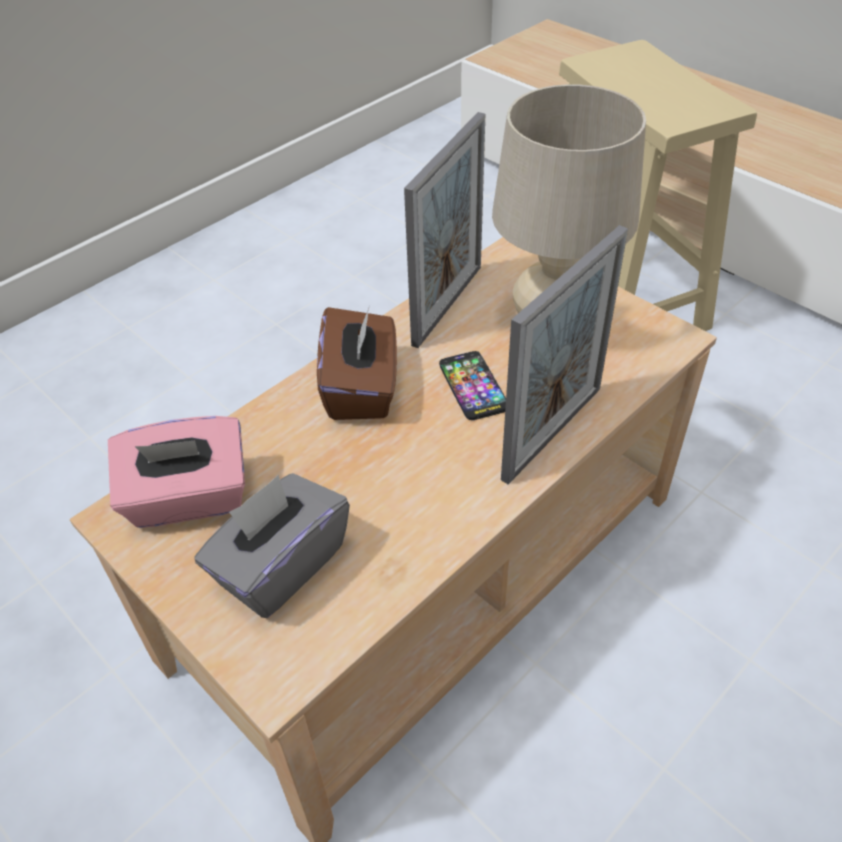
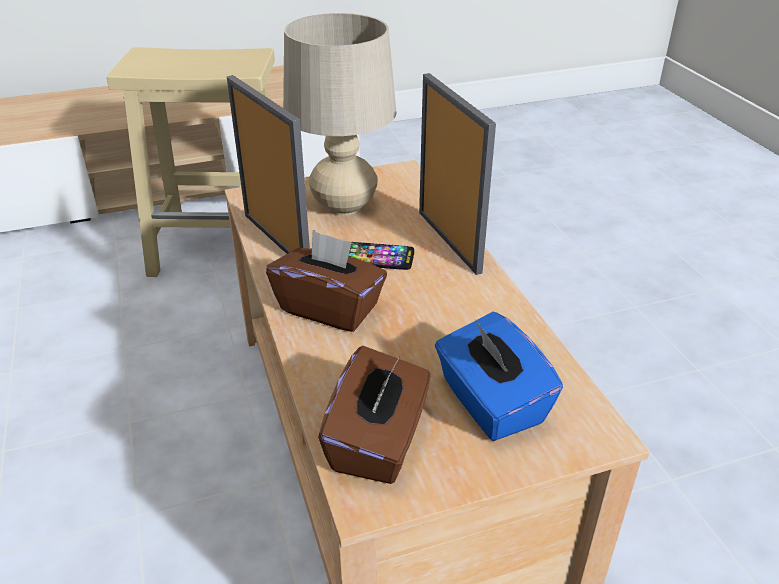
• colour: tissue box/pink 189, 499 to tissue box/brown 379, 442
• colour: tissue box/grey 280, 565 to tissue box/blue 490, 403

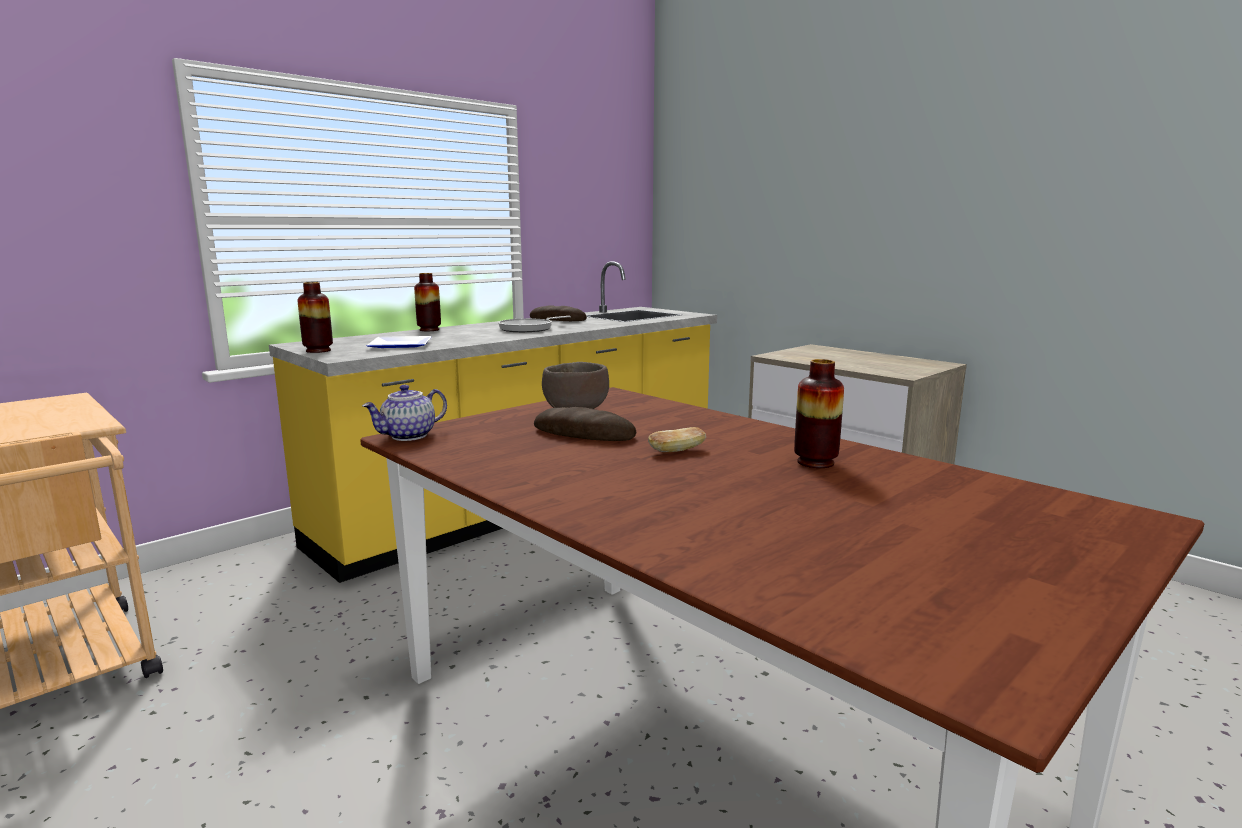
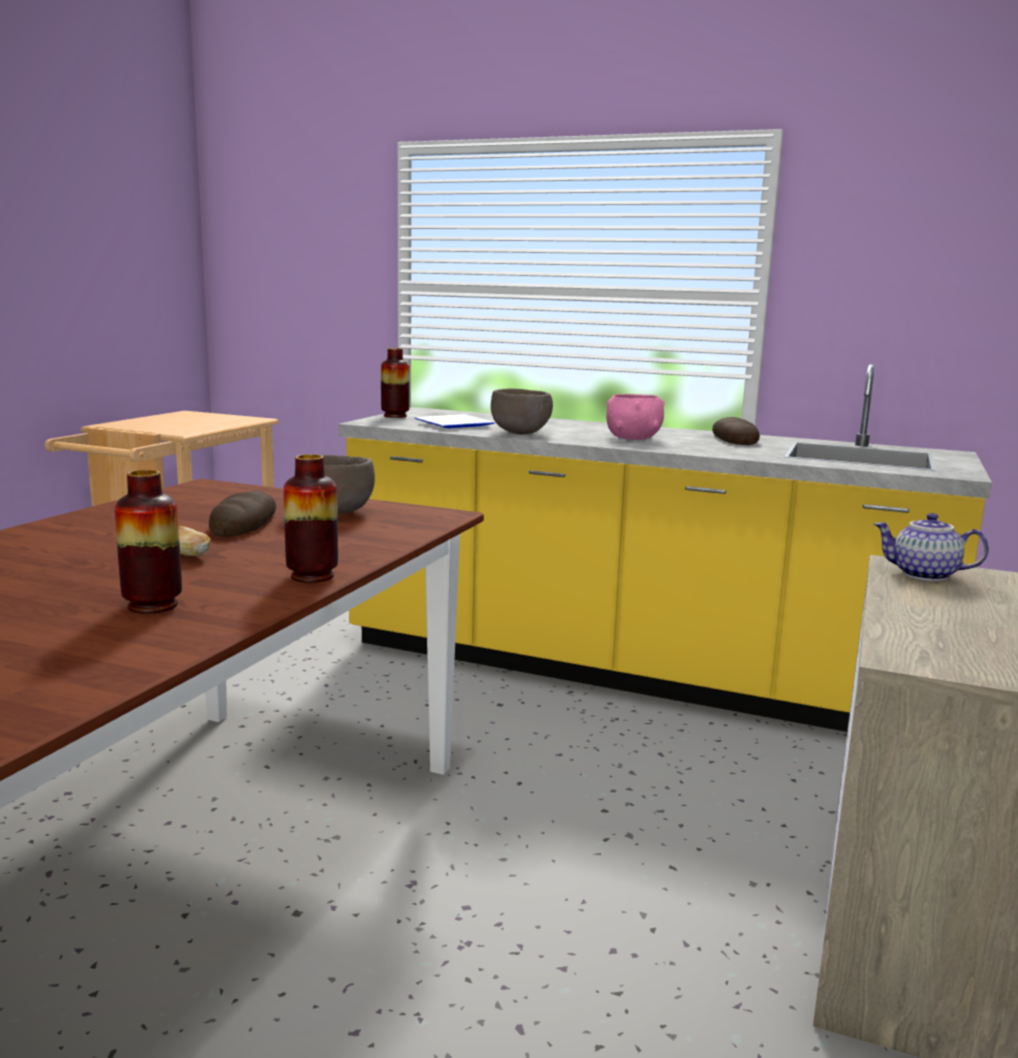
• relocated: vase 429, 330 to 312, 576
• exchanged: frying pan 529, 328 to bowl/pink 633, 438
• relocated: teapot 409, 436 to 923, 575
• appeared: bowl/brown 520, 433

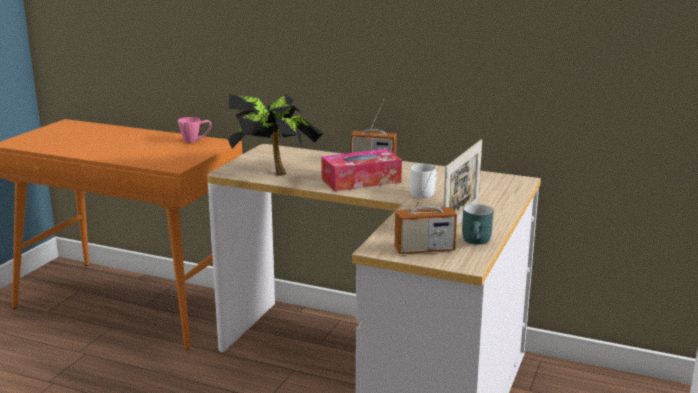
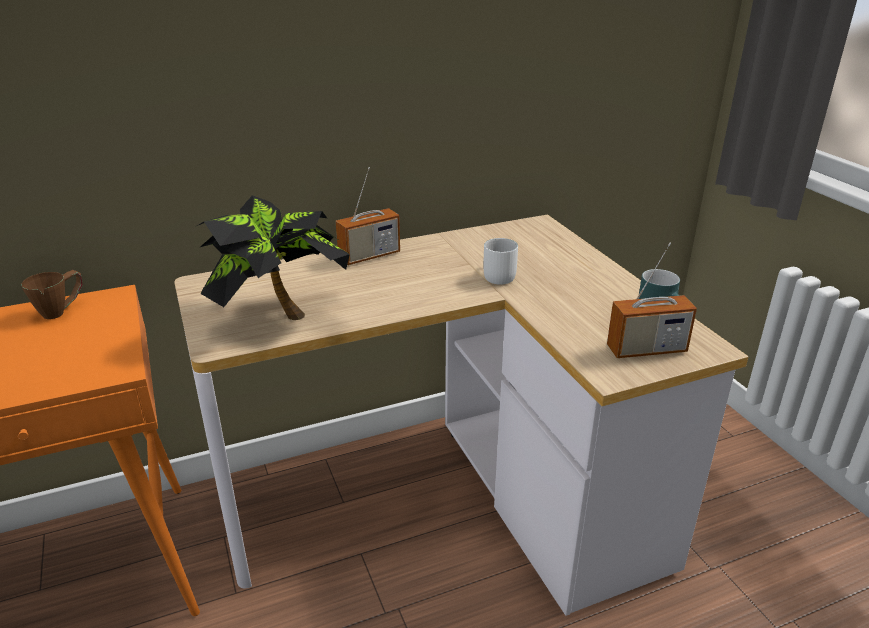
• colour: mug/pink 196, 141 to mug/brown 61, 310
• missing: picture frame 461, 220
• missing: tissue box 361, 181
• spun: radio 424, 249 = 646, 350 45 degrees clockwise

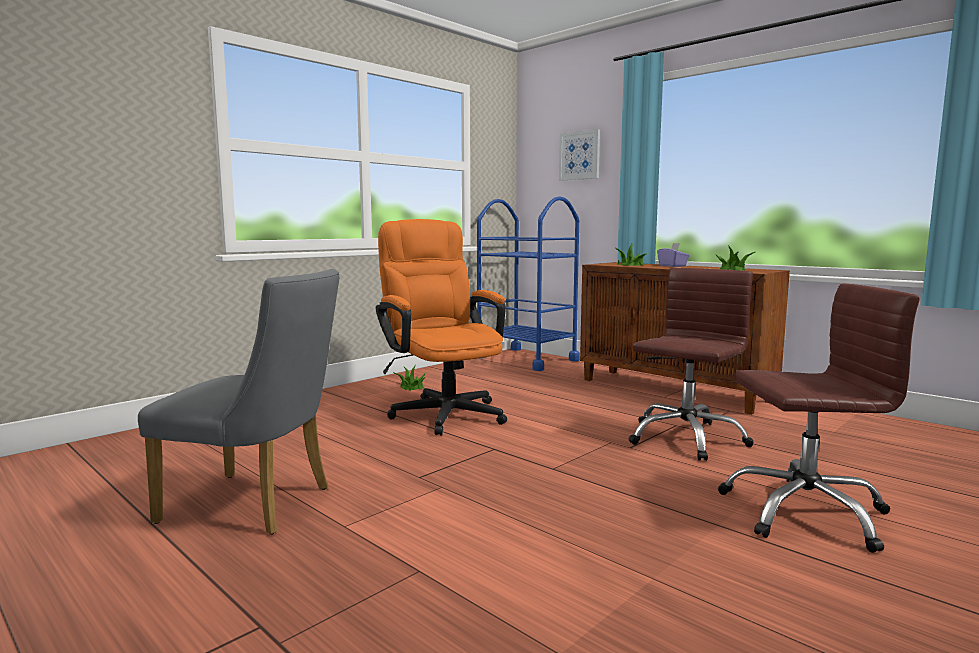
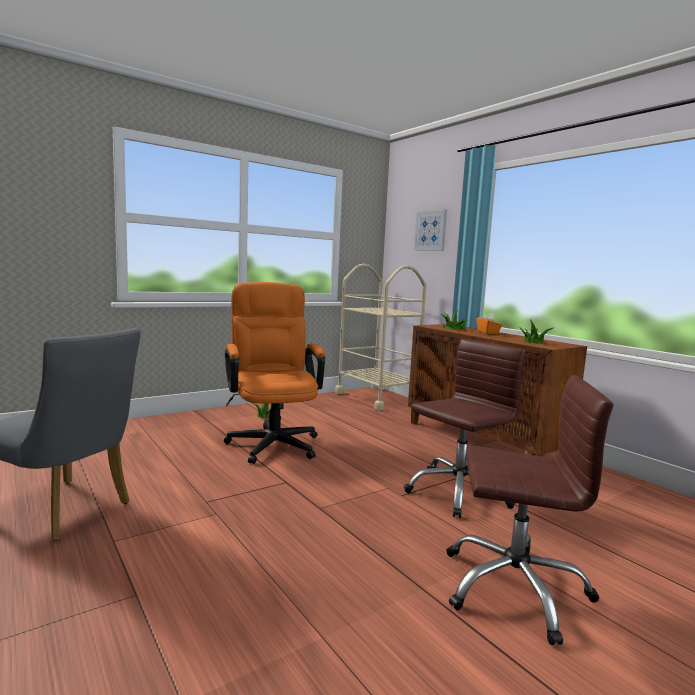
• colour: cart/blue 526, 359 to cart/beige 376, 398
• colour: tissue box/purple 672, 266 to tissue box/orange 488, 333

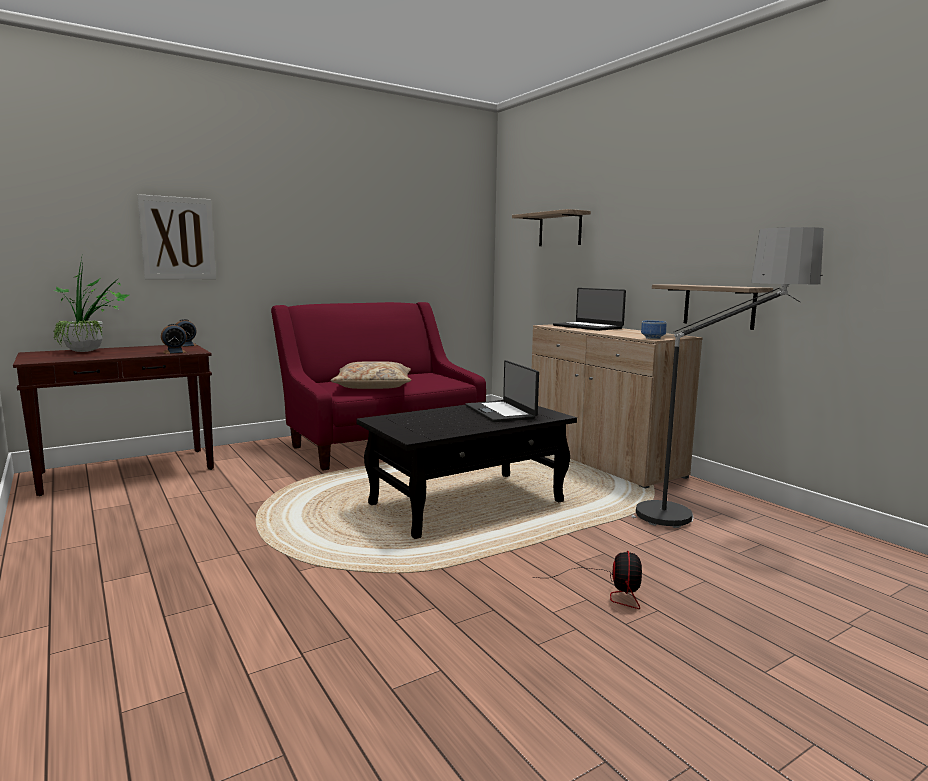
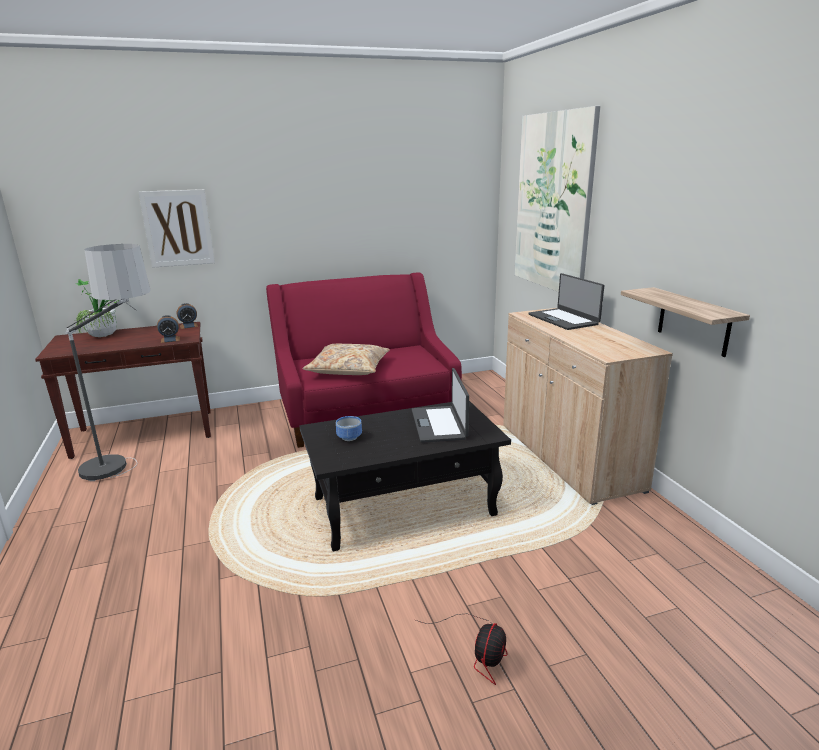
• exchanged: shelf 560, 229 to picture 553, 203
• relocated: floor lamp 708, 519 to 131, 475
• relocated: bowl 653, 338 to 349, 438

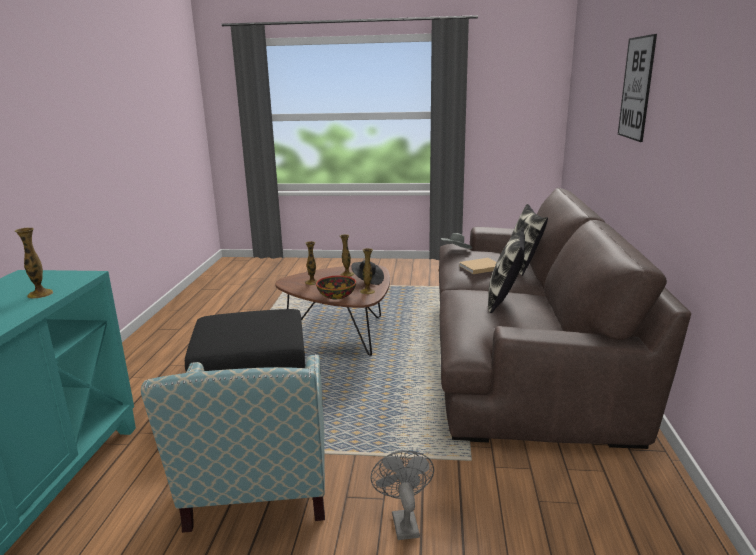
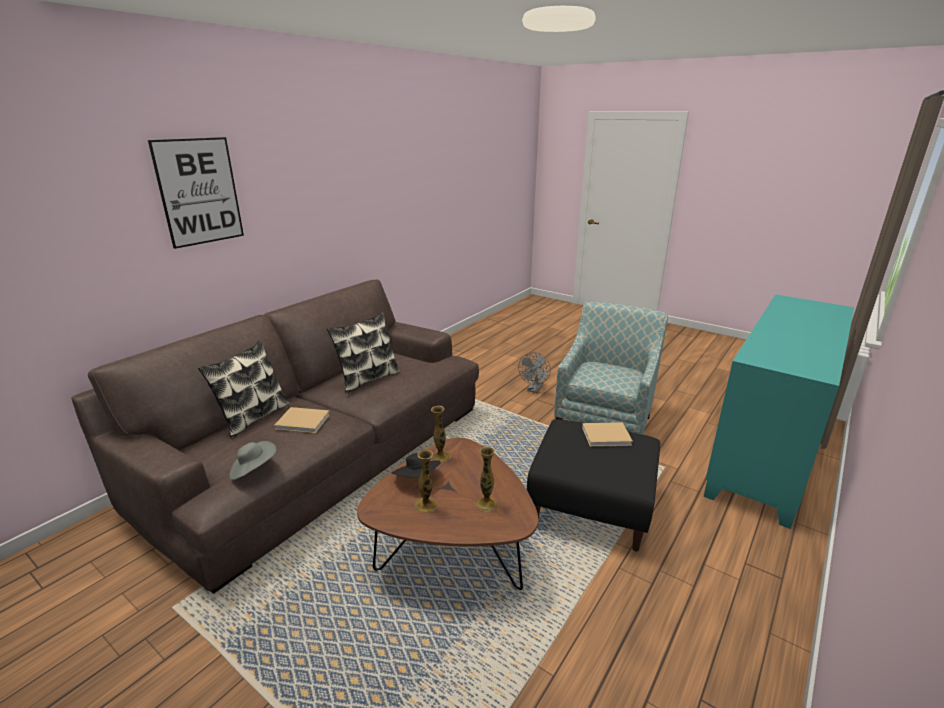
• missing: vase 40, 294
• missing: bowl 336, 296
• appeared: book/beige 607, 436

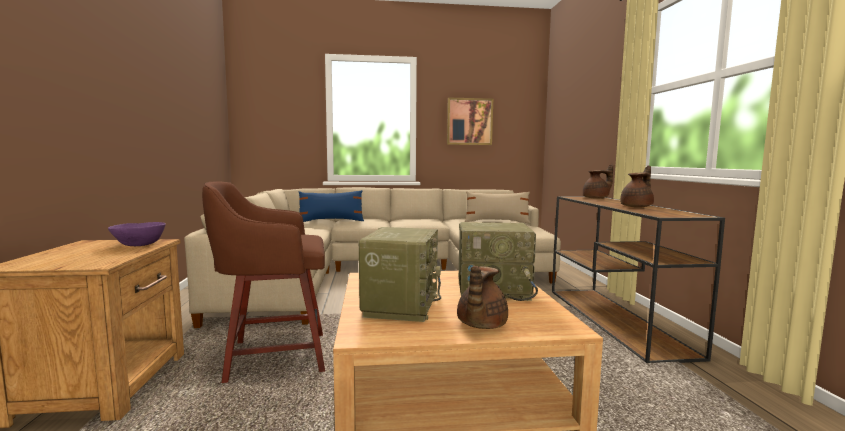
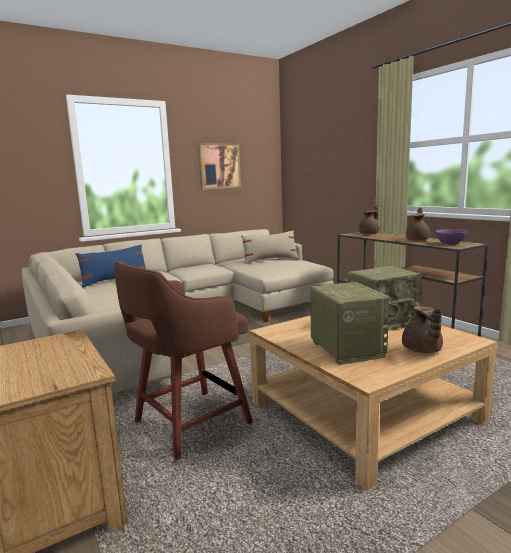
• relocated: bowl/purple 140, 244 to 449, 243

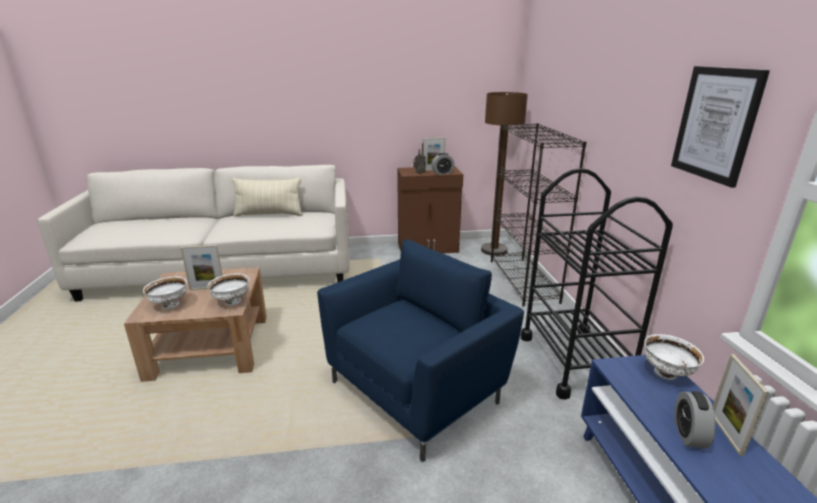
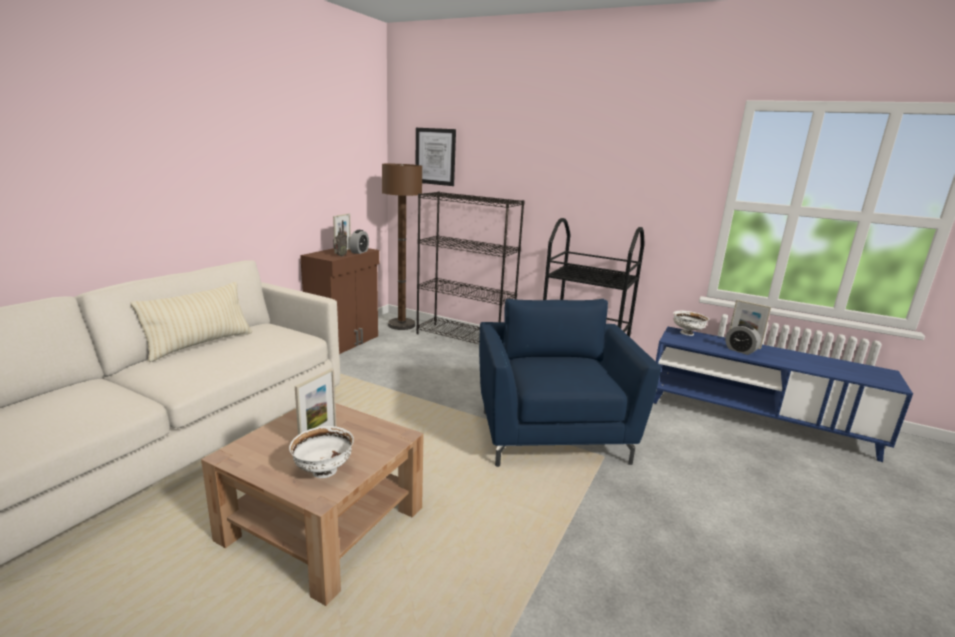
• relocated: picture 715, 124 to 435, 156
• missing: bowl/white 232, 302

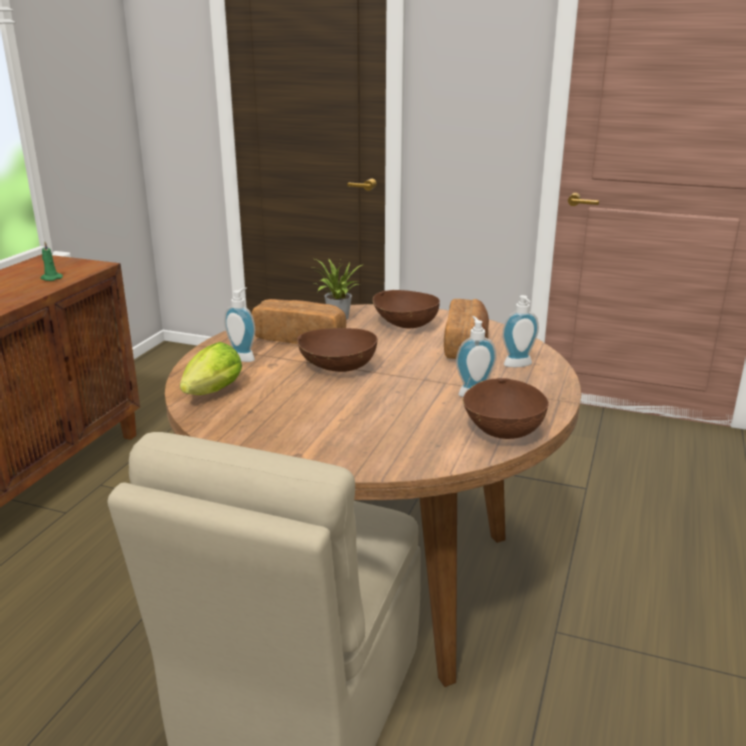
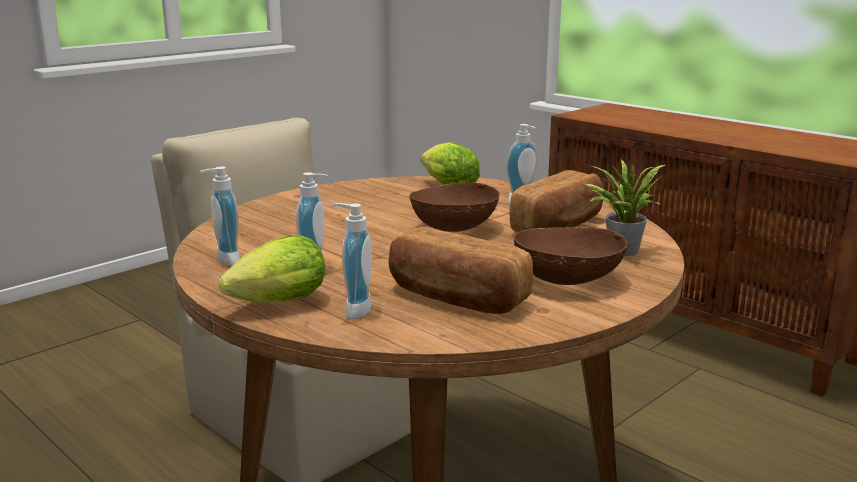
• missing: candle/green 51, 278
• exchanged: bowl/brown 502, 430 to soap dispenser 224, 260
• appeared: lettuce 274, 304

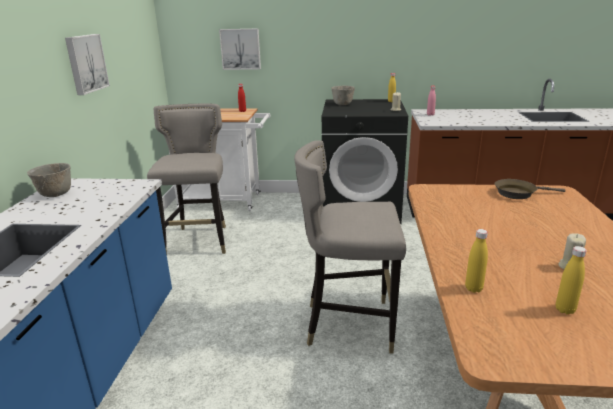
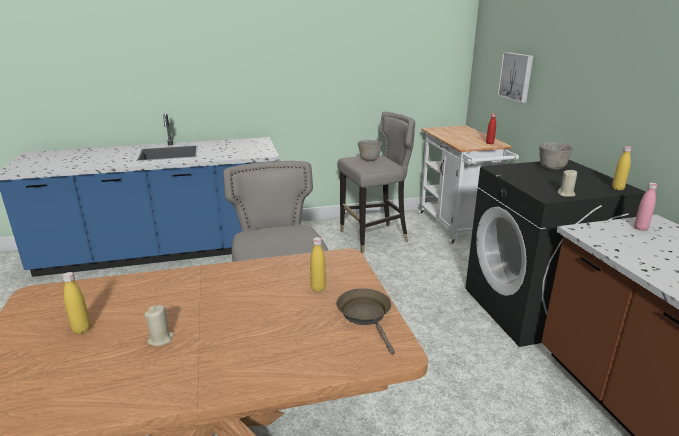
• missing: picture 85, 63
• relocated: bowl/grey 55, 194 to 369, 159
• relocated: bottle/yellow 473, 288 to 318, 289

